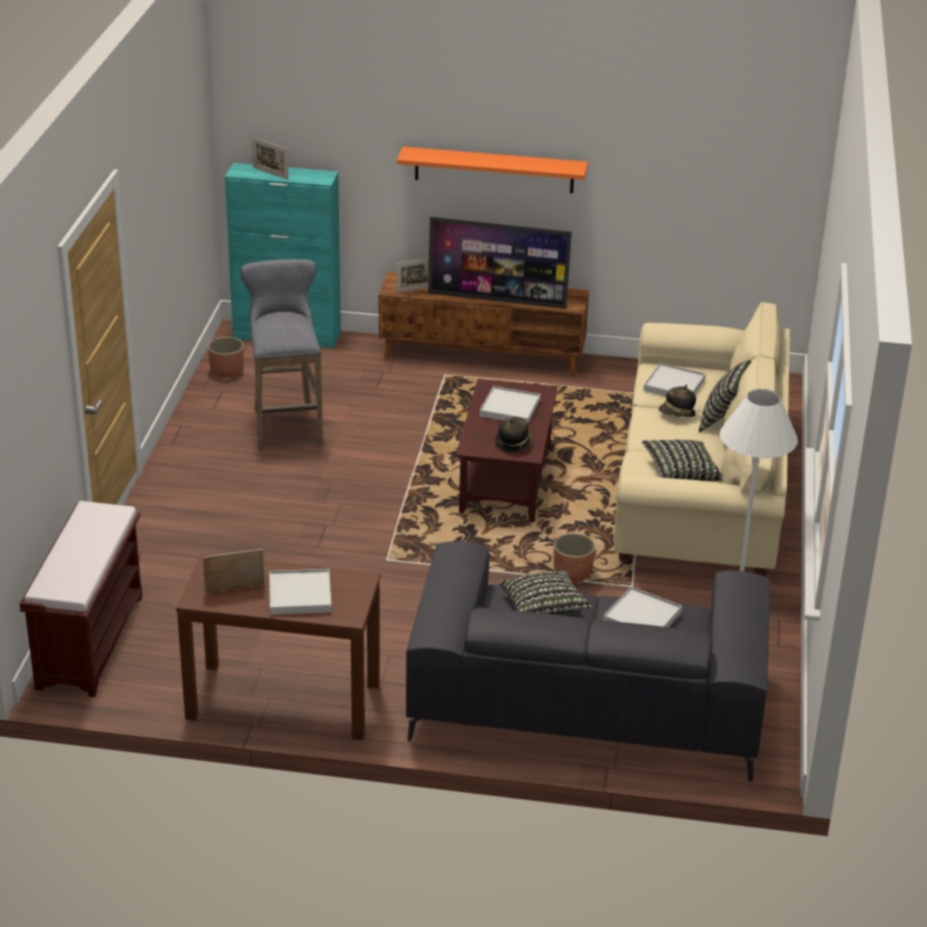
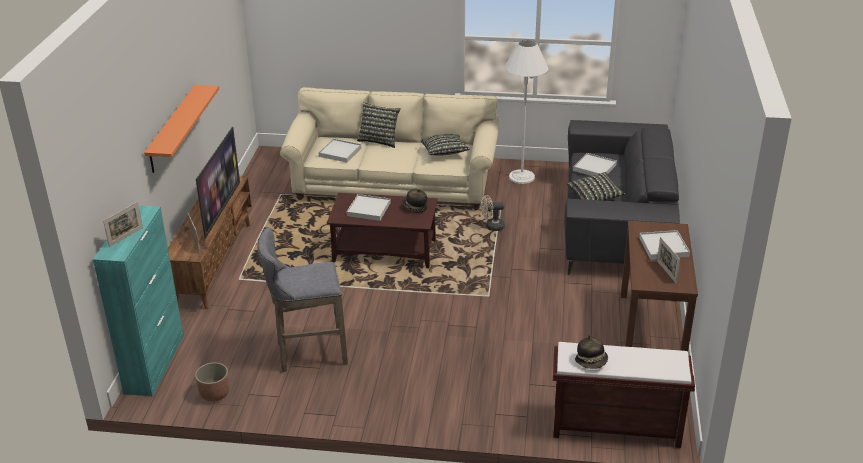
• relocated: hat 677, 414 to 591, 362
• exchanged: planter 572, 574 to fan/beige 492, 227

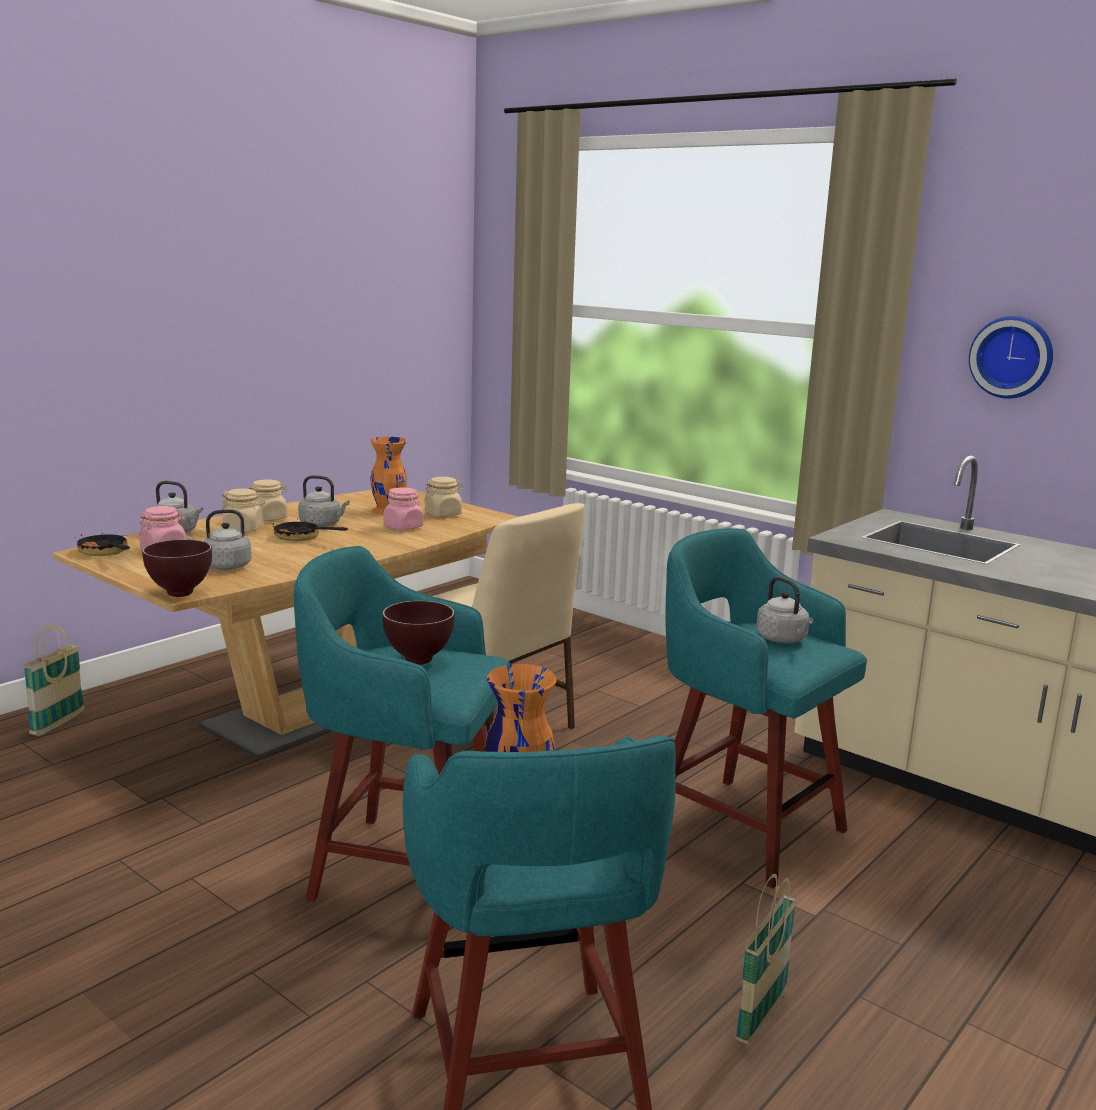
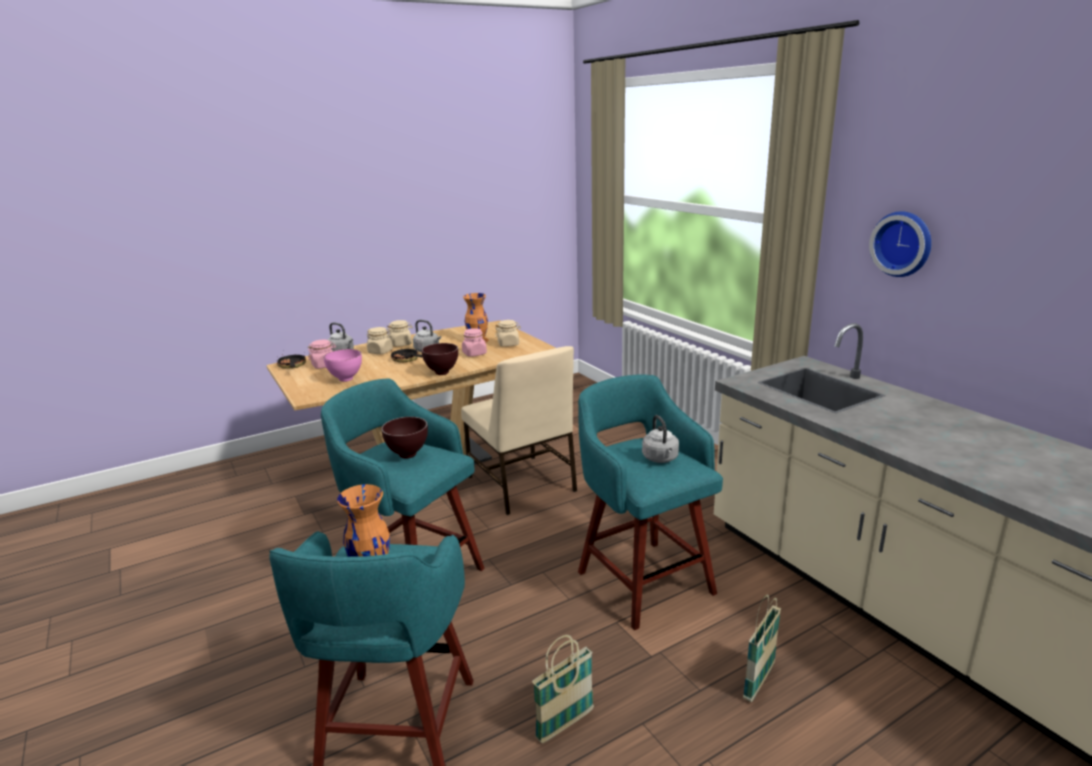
• exchanged: kettle/grey 224, 567 to bowl/pink 345, 380
• relocated: bowl/brown 178, 594 to 441, 373
• relocated: basket 58, 723 to 759, 681

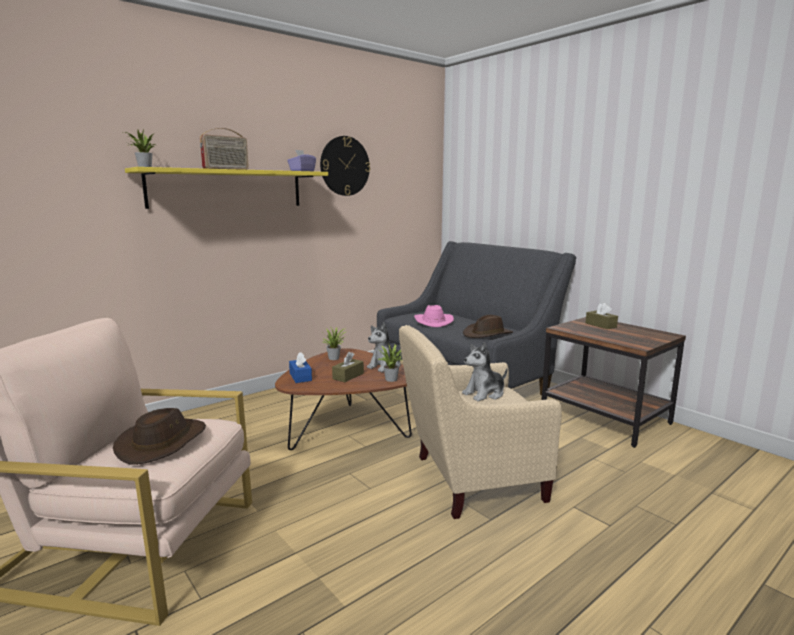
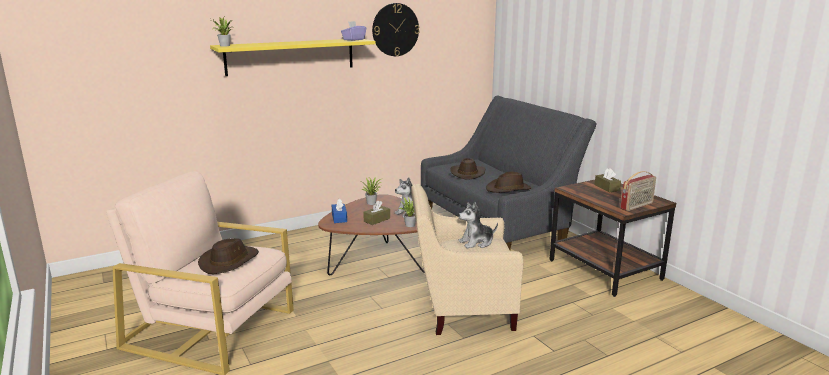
• relocated: radio 226, 169 to 637, 206
• colour: hat/pink 433, 321 to hat/brown 467, 173

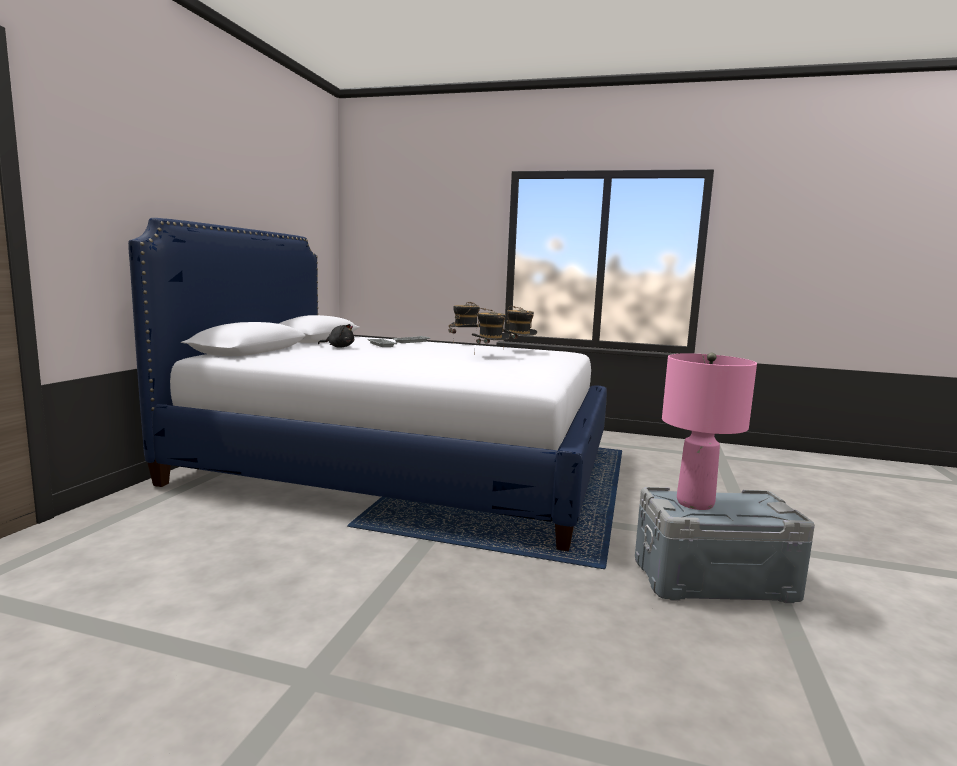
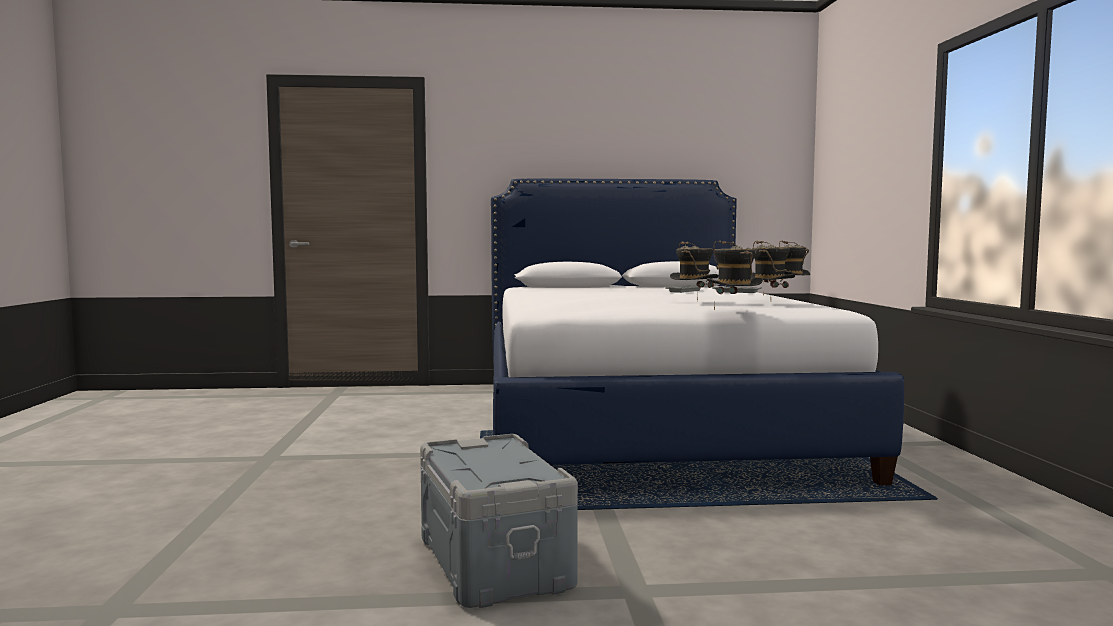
• missing: plush toy/black 339, 347
• missing: table lamp/pink 695, 503
• appeared: hat 733, 313

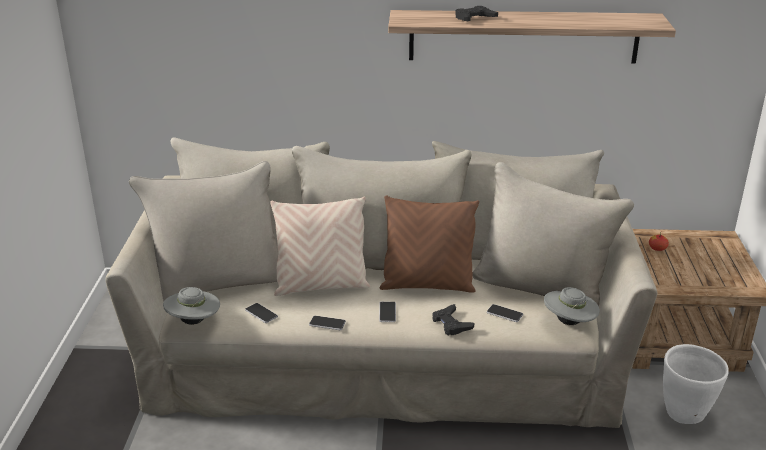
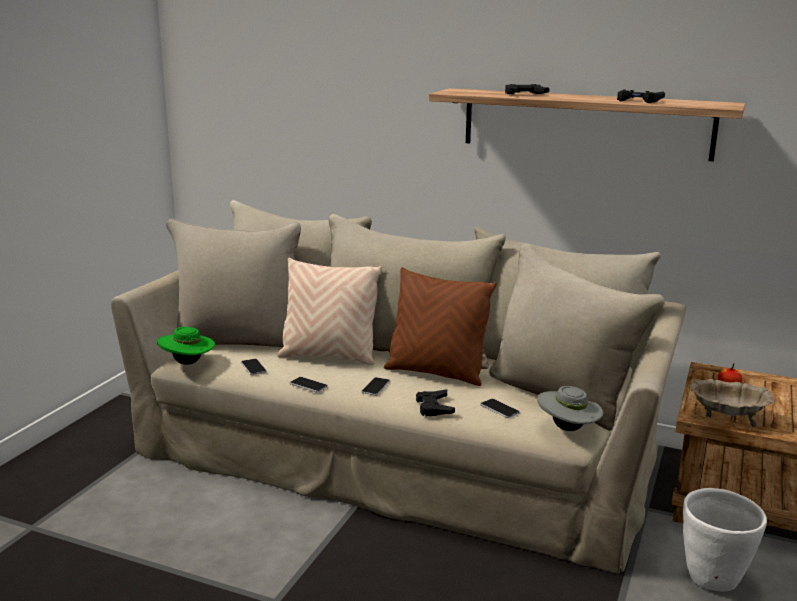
• colour: hat/grey 194, 322 to hat/green 188, 363
• appeared: game controller/black 638, 100
• appeared: bowl/beige 727, 418

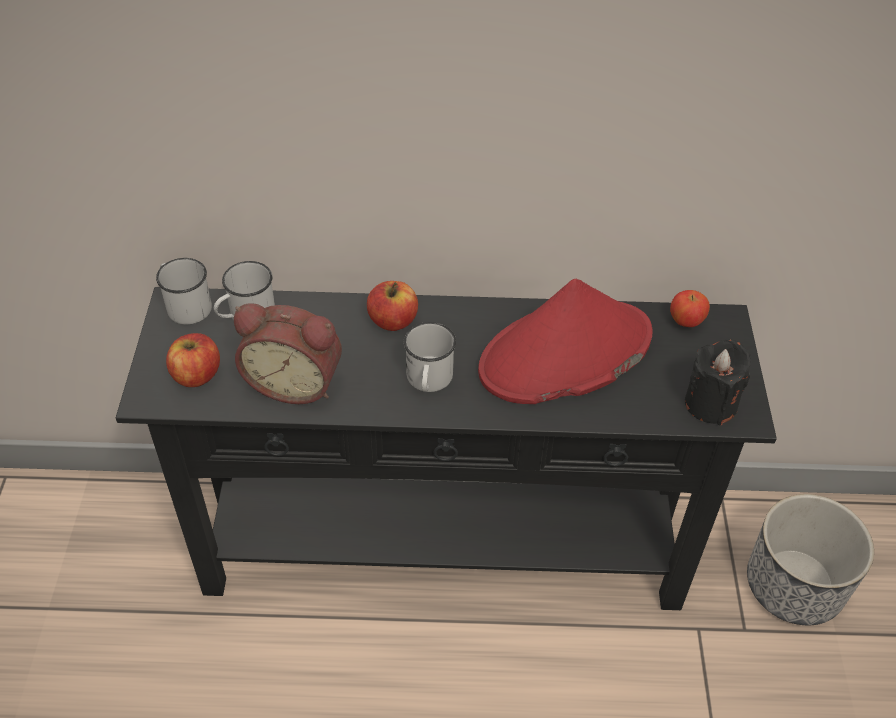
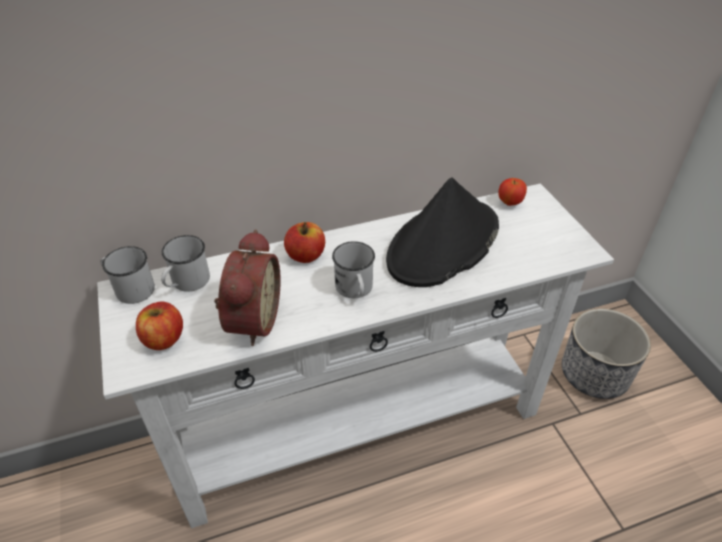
• colour: hat/red 565, 354 to hat/black 443, 244
• colour: console table/black 443, 549 to console table/white 360, 428
• spun: alarm clock 295, 382 = 250, 320 75 degrees counterclockwise
• missing: candle/black 710, 403

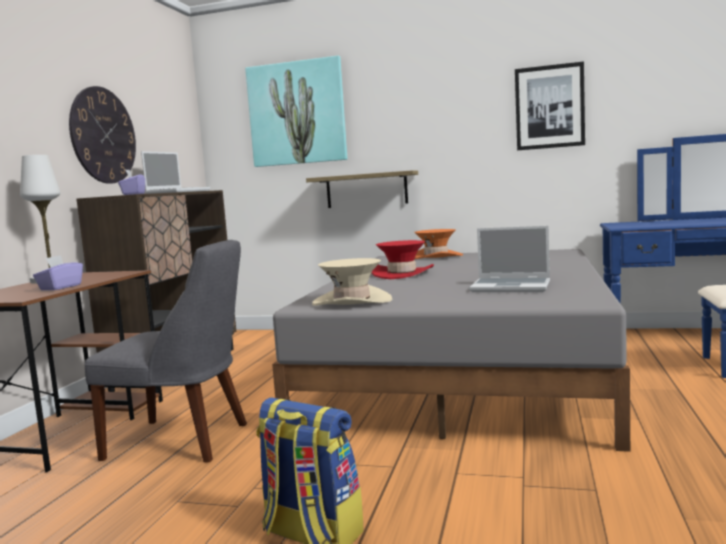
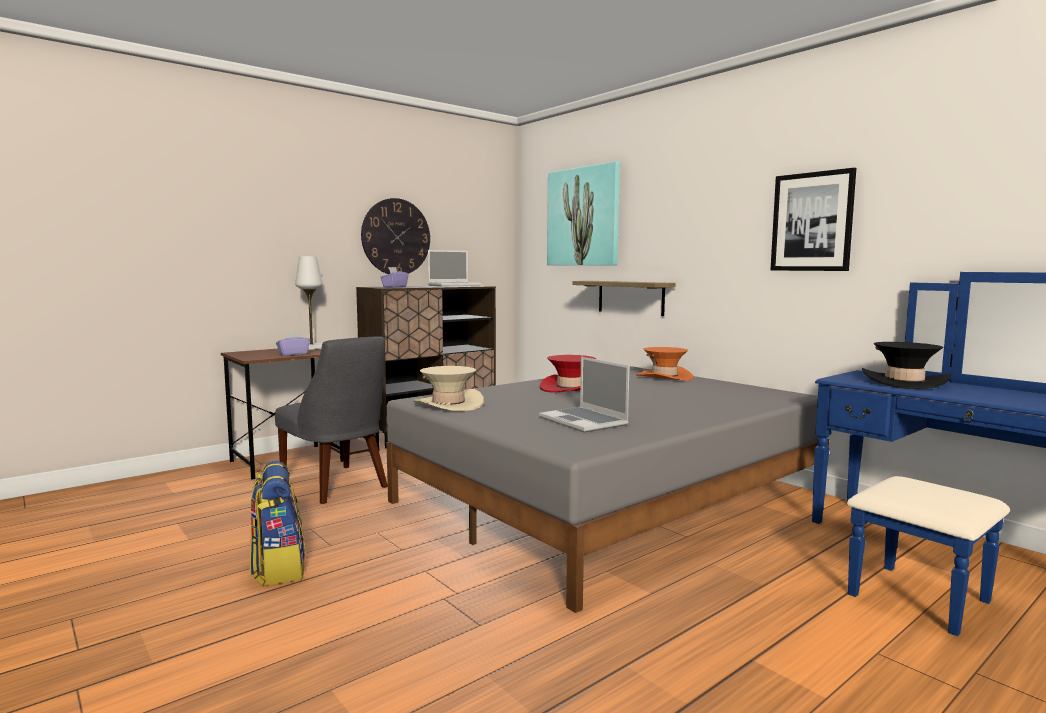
• appeared: hat/black 904, 382

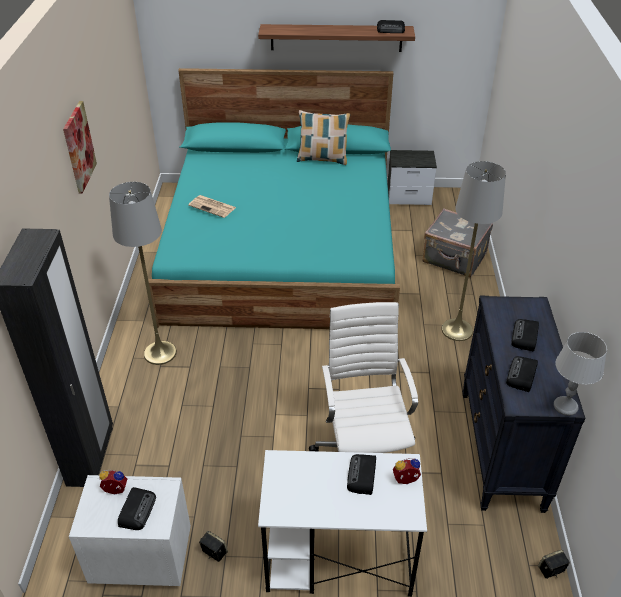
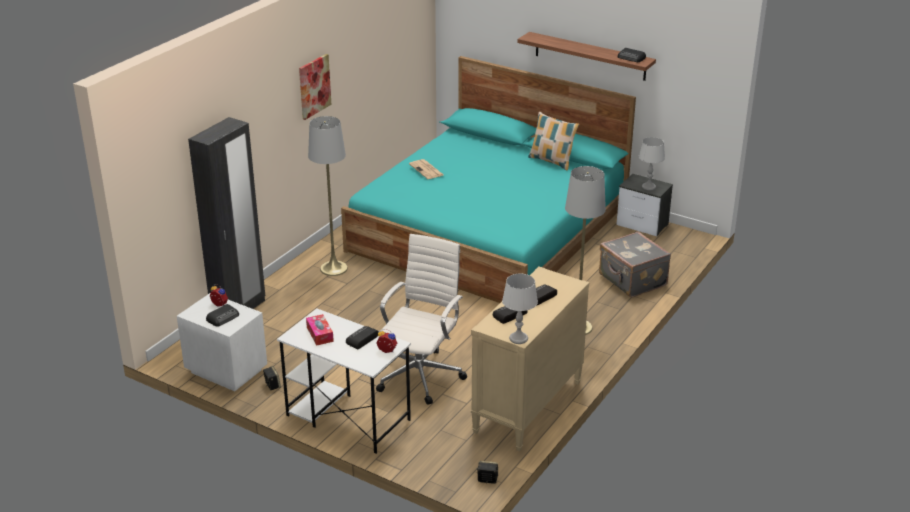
• colour: dresser/black 501, 450 to dresser/beige 528, 407
• appeared: table lamp/grey 649, 187
• appeared: tissue box 320, 334

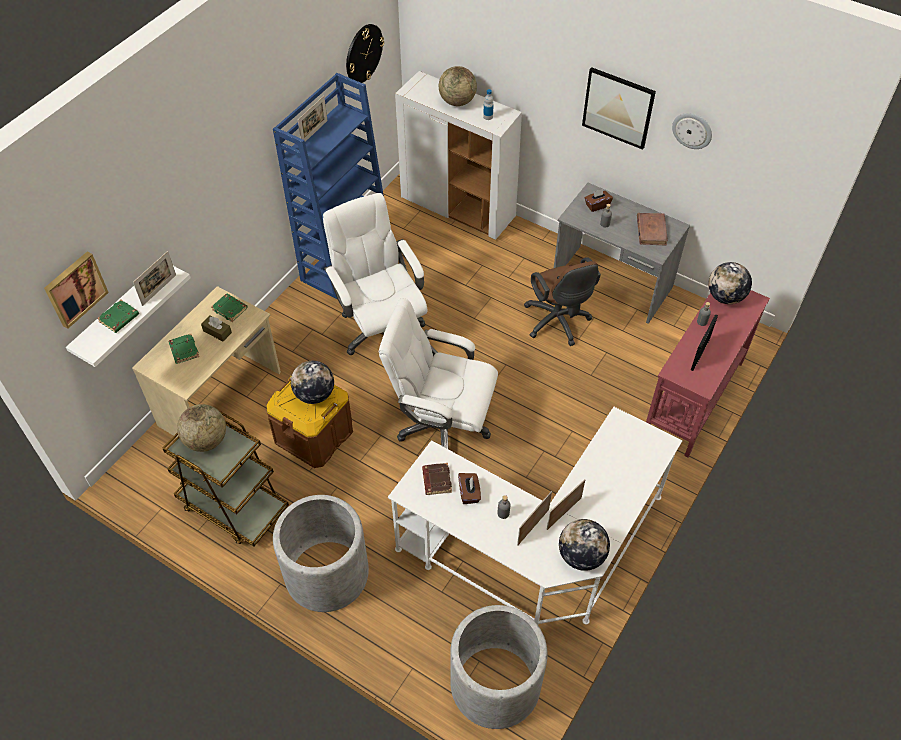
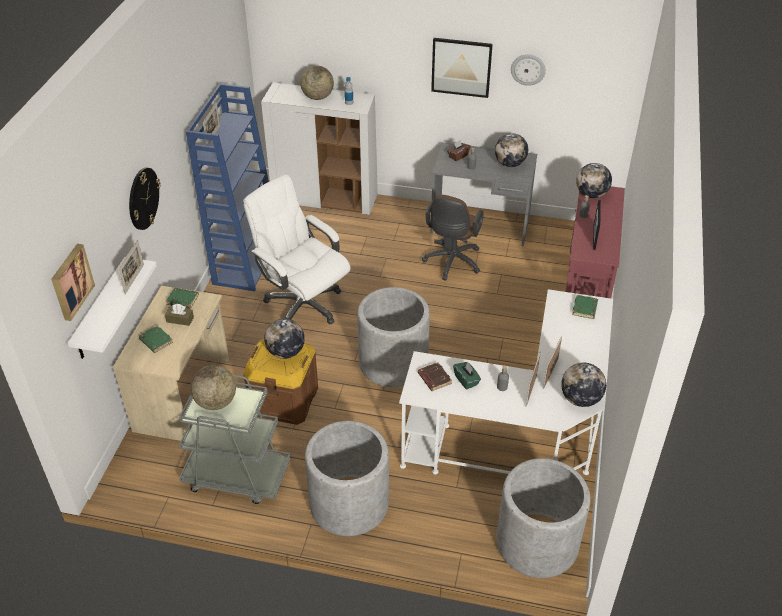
• relocated: wall clock 363, 53 to 143, 198
• exchanged: book/brown 651, 230 to globe 510, 164
• spun: office chair/brown 558, 323 = 451, 263 60 degrees clockwise
• exchanged: office chair/white 442, 426 to planter/grey 393, 362
• relocated: book/green 119, 319 to 585, 309
• colour: cart/brown 233, 506 to cart/grey 236, 476
• colour: tissue box/brown 469, 493 to tissue box/green 466, 380

